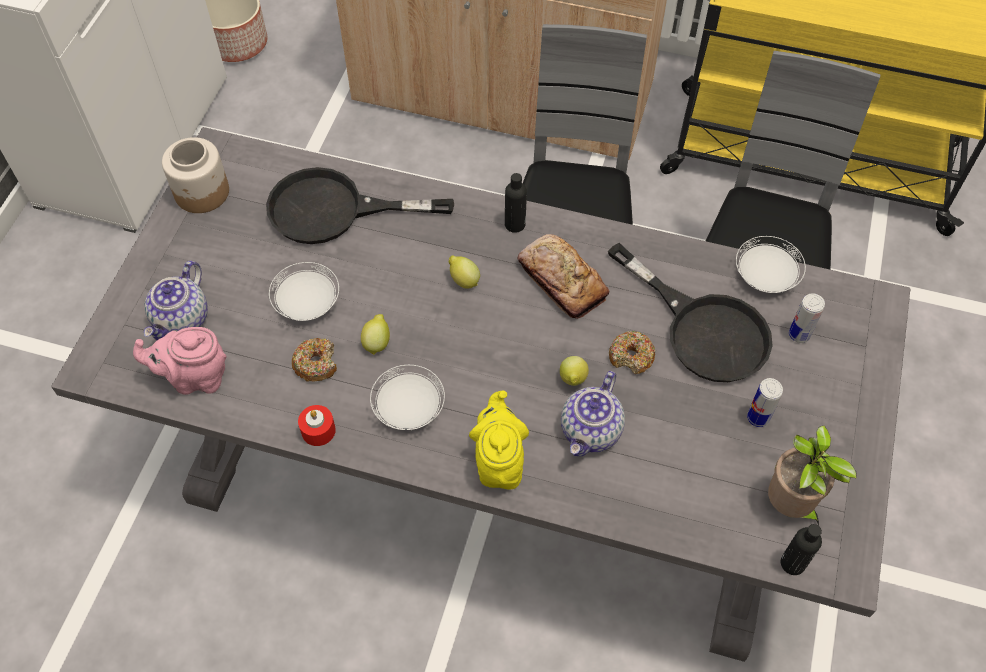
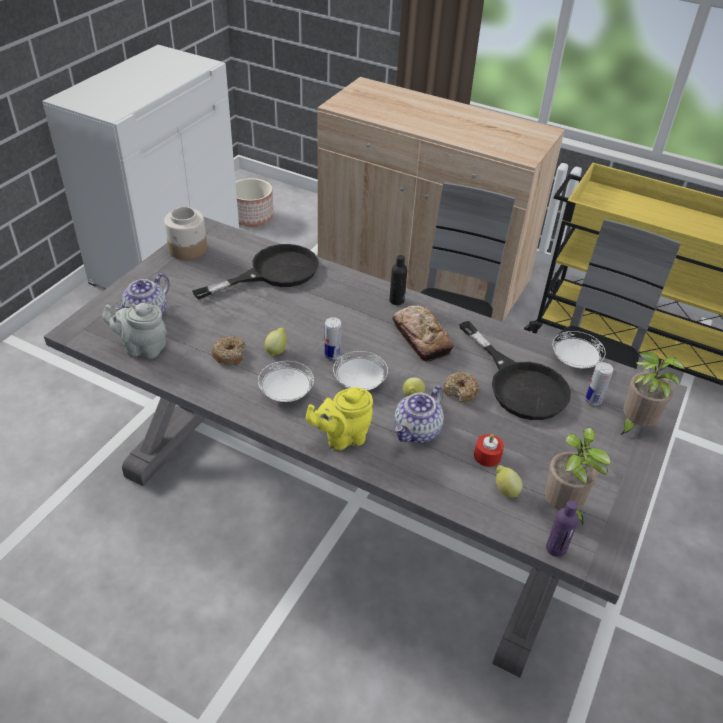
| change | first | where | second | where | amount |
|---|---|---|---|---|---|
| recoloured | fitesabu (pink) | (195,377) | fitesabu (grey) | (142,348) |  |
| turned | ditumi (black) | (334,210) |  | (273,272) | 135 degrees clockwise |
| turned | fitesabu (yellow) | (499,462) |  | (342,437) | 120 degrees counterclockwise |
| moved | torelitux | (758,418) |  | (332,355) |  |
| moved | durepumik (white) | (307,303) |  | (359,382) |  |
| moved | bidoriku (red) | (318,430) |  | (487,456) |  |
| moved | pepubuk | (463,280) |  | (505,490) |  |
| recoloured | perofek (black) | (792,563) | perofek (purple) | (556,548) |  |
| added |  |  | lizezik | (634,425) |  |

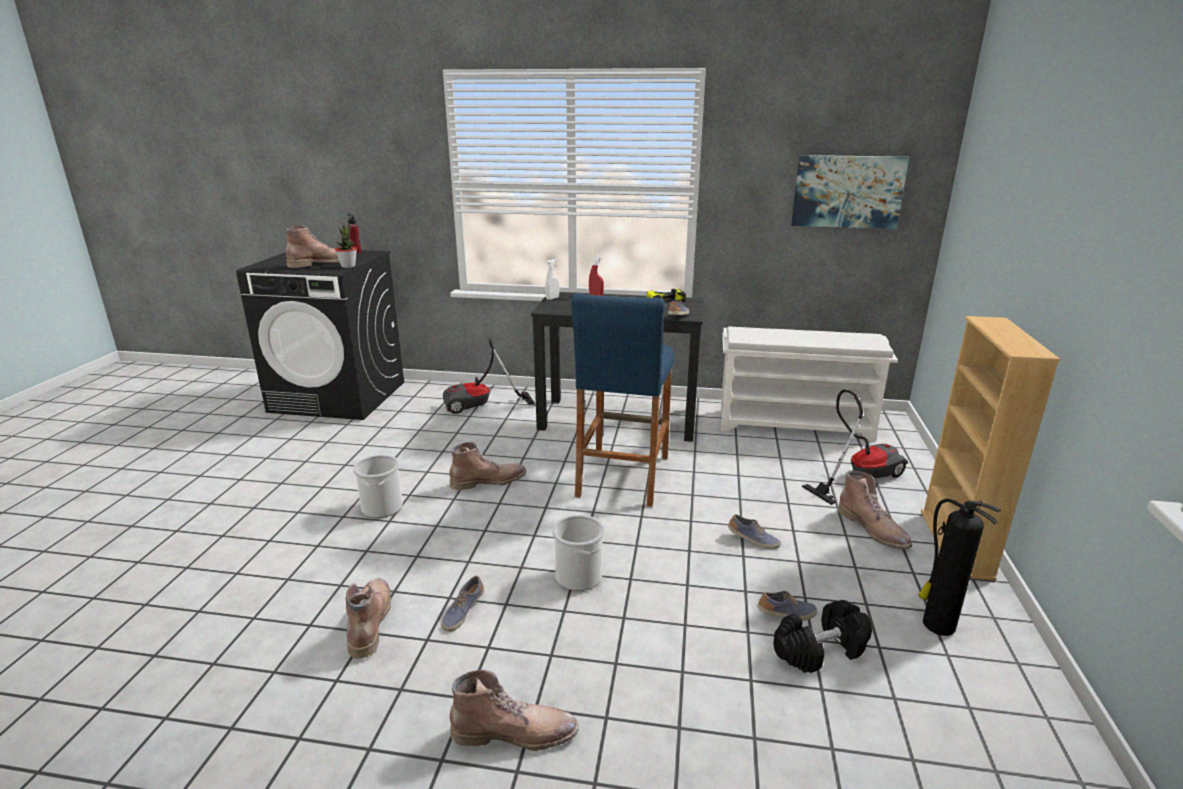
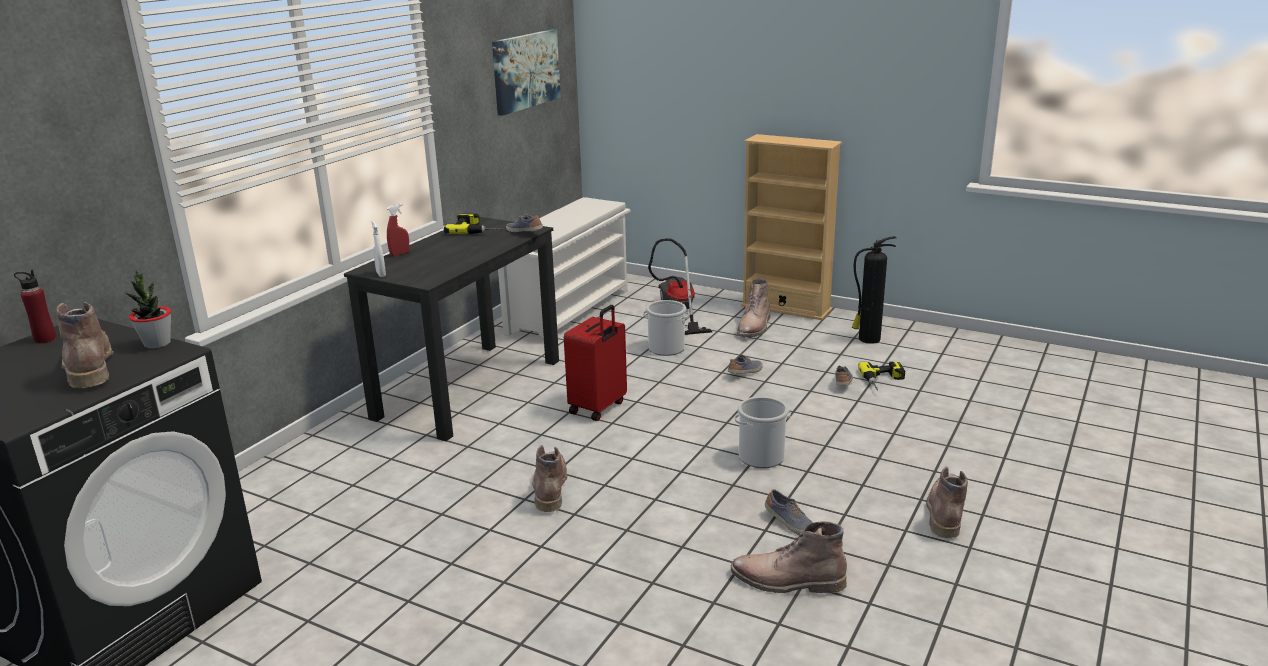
| change | first | where | second | where | amount |
|---|---|---|---|---|---|
| replaced | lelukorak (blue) | (622,475) | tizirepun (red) | (598,408) |  |
| moved | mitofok | (382,508) |  | (667,348) |  |
| turned | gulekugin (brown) | (874,529) |  | (754,327) | 120 degrees clockwise |
| replaced | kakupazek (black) | (820,651) | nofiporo | (884,381) |  |
| removed | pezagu | (481,406) |  |  |  |

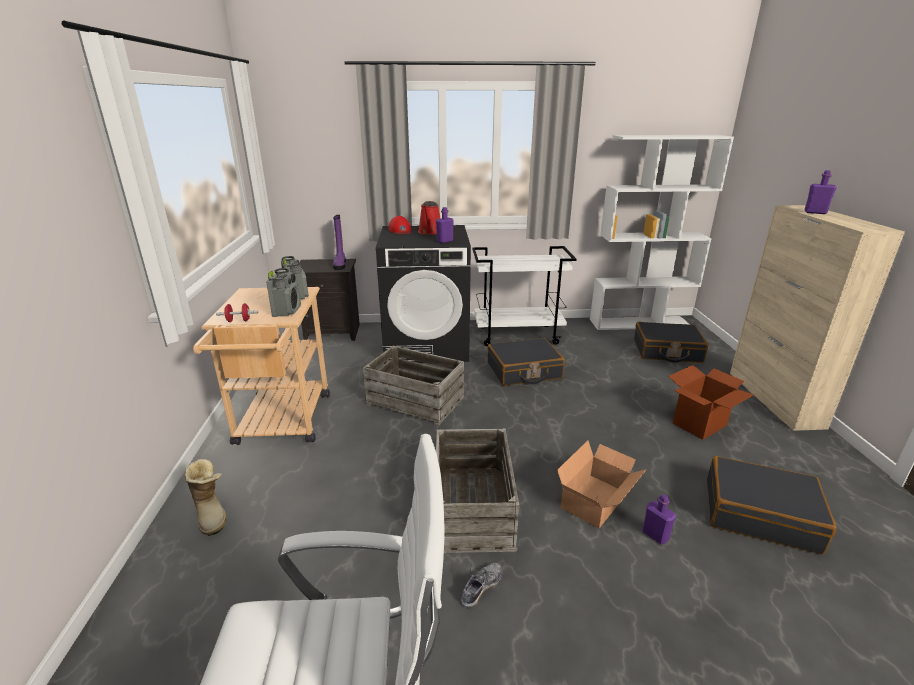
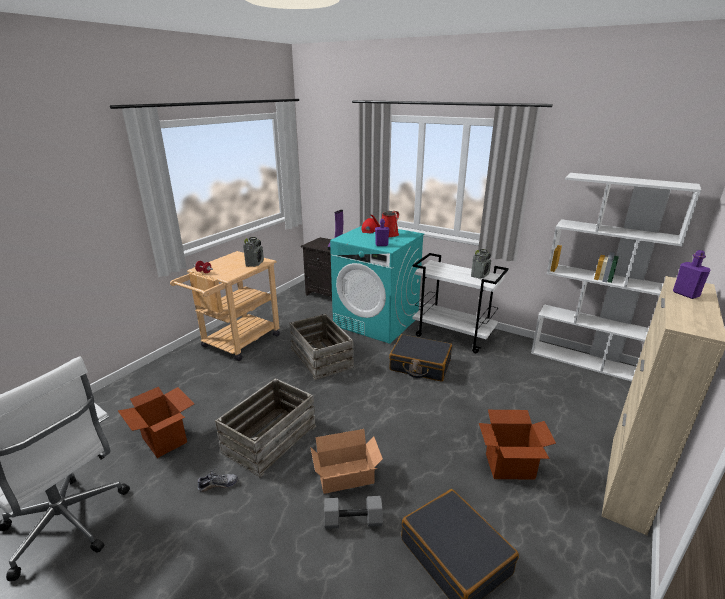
| change | first | where | second | where | amount |
|---|---|---|---|---|---|
| added |  |  | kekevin | (165,440) |  |
| replaced | perofek (purple) | (655,535) | kakupazek (grey) | (353,520) |  |
| recoloured | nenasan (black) | (427,345) | nenasan (turquoise) | (376,321) |  |
| moved | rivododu | (287,311) |  | (480,275) |  |
| removed | gulekugin | (212,513) |  |  |  |
| removed | tizirepun (black) | (667,351) |  |  |  |

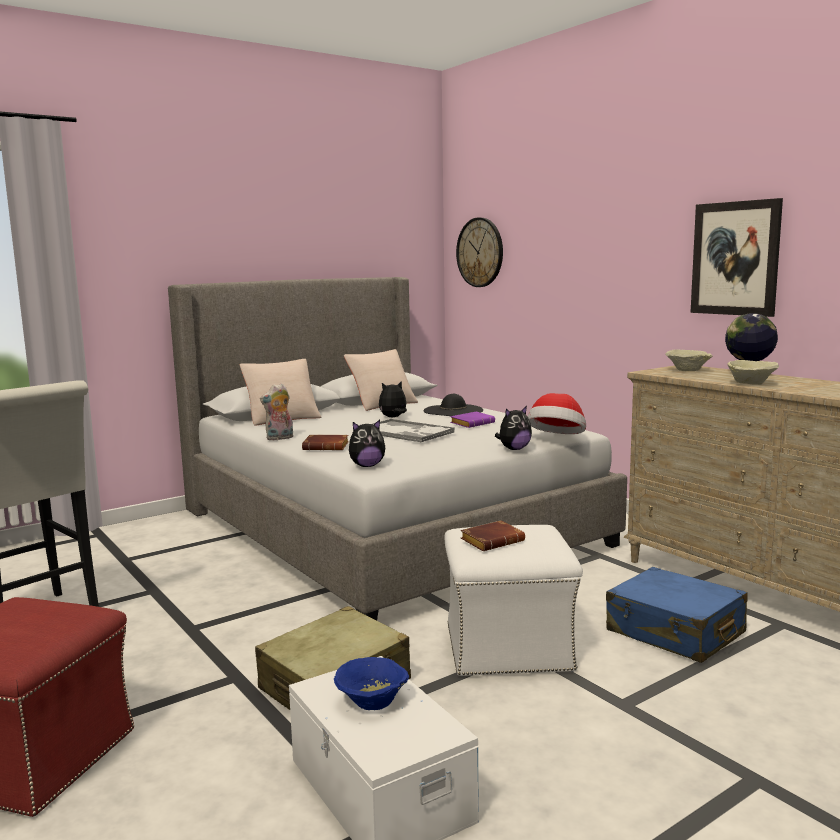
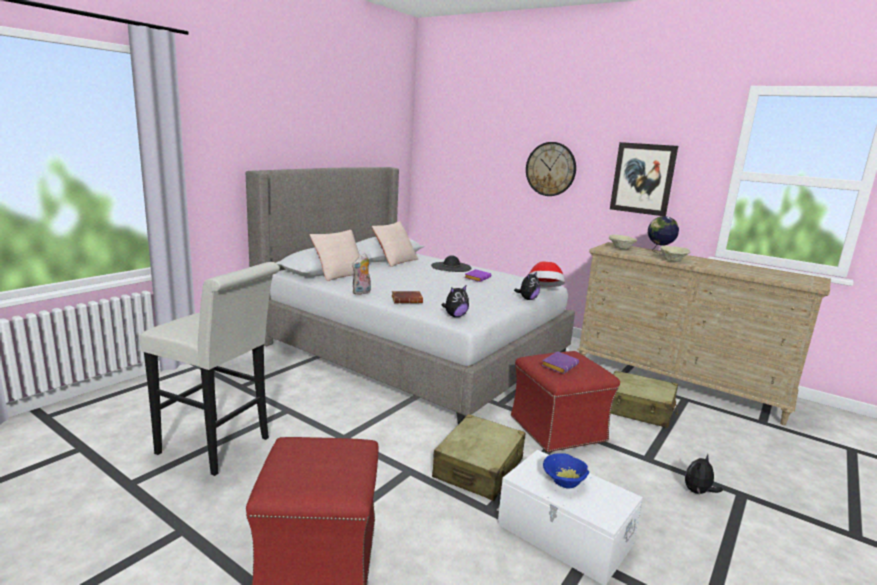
| change | first | where | second | where | amount |
|---|---|---|---|---|---|
| recoloured | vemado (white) | (510,646) | vemado (red) | (558,428) |  |
| moved | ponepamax | (480,252) |  | (550,169) |  |
| recoloured | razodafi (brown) | (492,541) | razodafi (purple) | (559,365) |  |
| recoloured | tizirepun (blue) | (675,632) | tizirepun (beige) | (638,410) |  |
| moved | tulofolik | (393,417) |  | (698,492) |  |
| removed | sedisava | (406,432) |  |  |  |

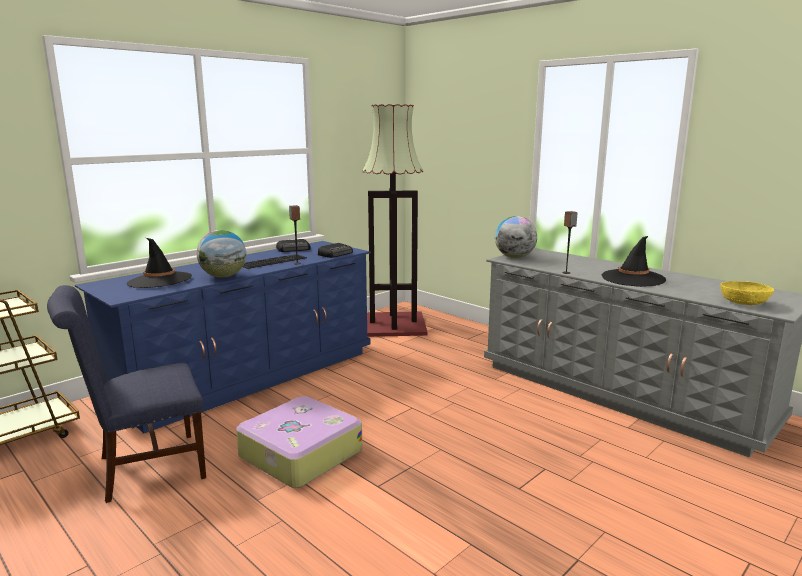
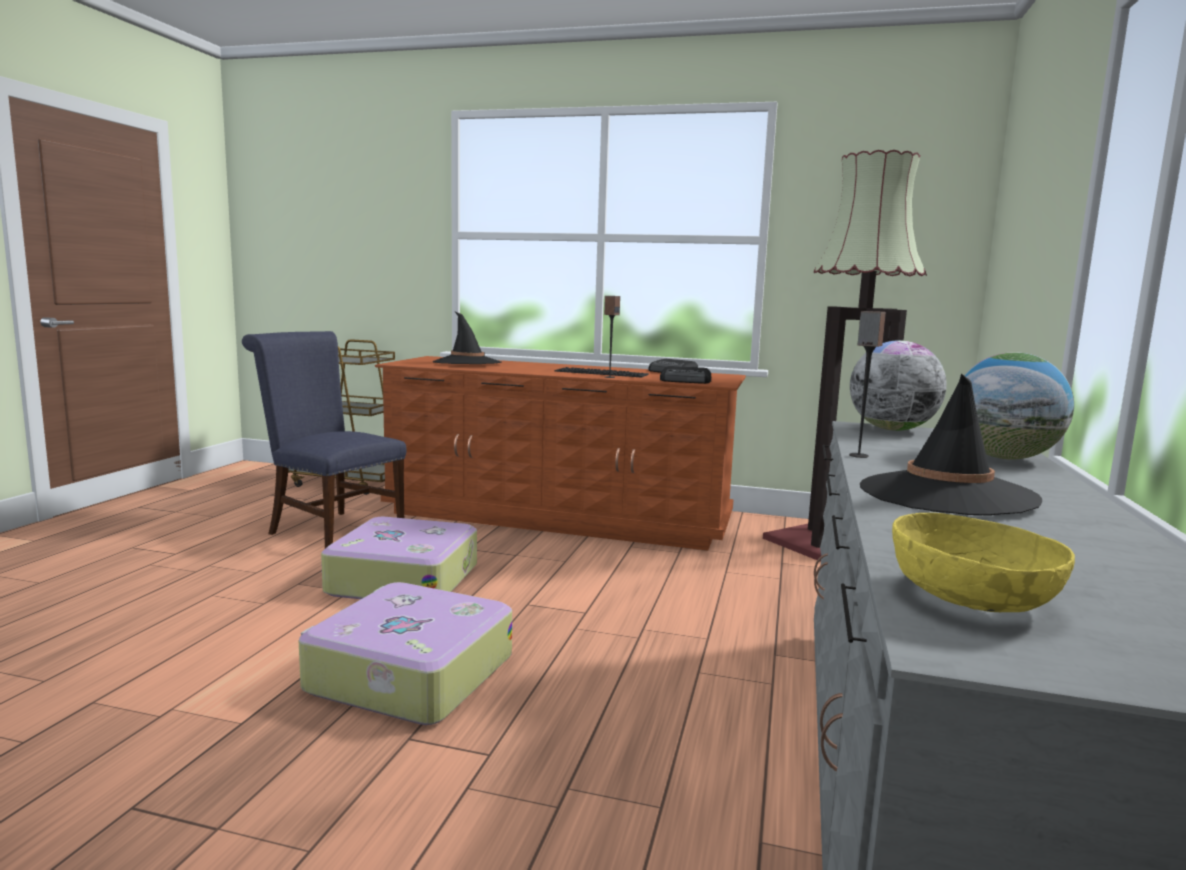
| change | first | where | second | where | amount |
|---|---|---|---|---|---|
| added |  |  | tizirepun | (408,674) |  |
| recoloured | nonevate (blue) | (248,376) | nonevate (brown) | (558,516) |  |
| moved | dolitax | (223,276) |  | (1004,458) |  |

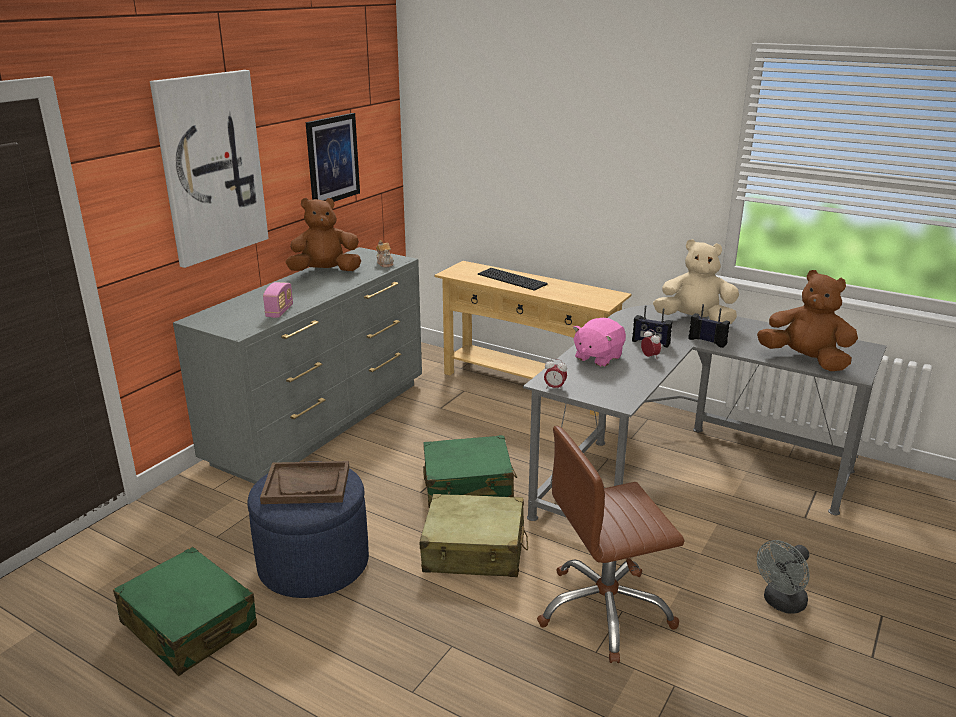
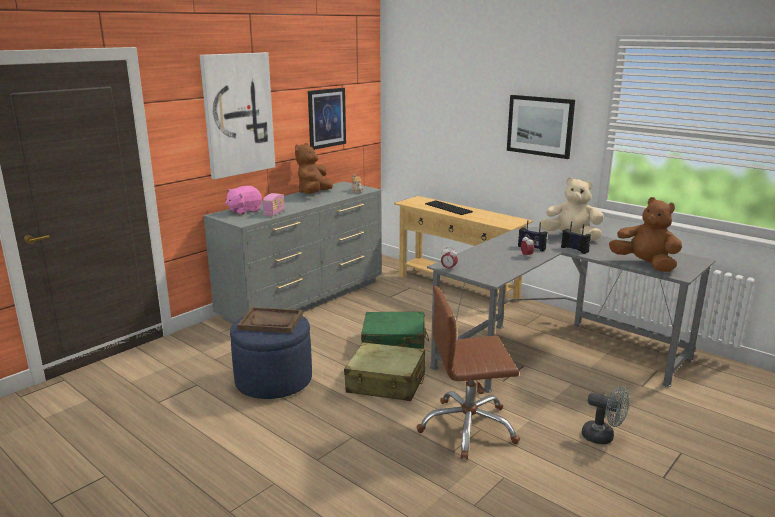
| change | first | where | second | where | amount |
|---|---|---|---|---|---|
| moved | tulofolik (pink) | (597,357) |  | (244,211) |  |
| turned | tulofolik (brown) | (325,272) |  | (314,193) | 60 degrees counterclockwise |
| added |  |  | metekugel | (540,126) |  |
| turned | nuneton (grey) | (781,603) |  | (603,437) | 120 degrees counterclockwise |
| removed | tizirepun (green) | (189,625) |  |  |  |

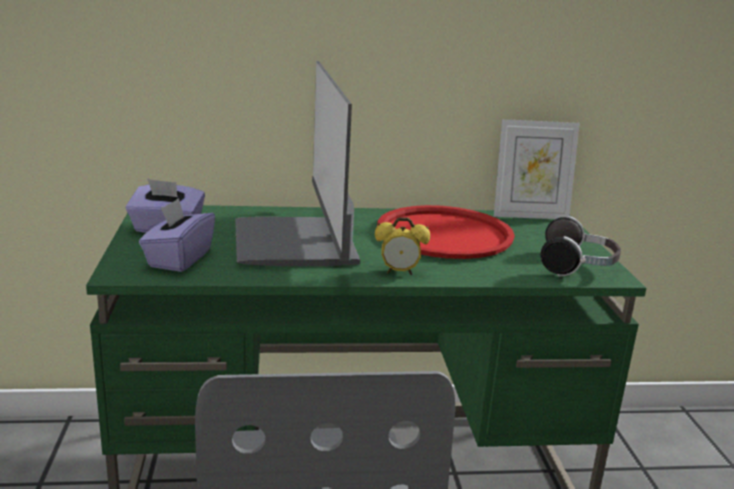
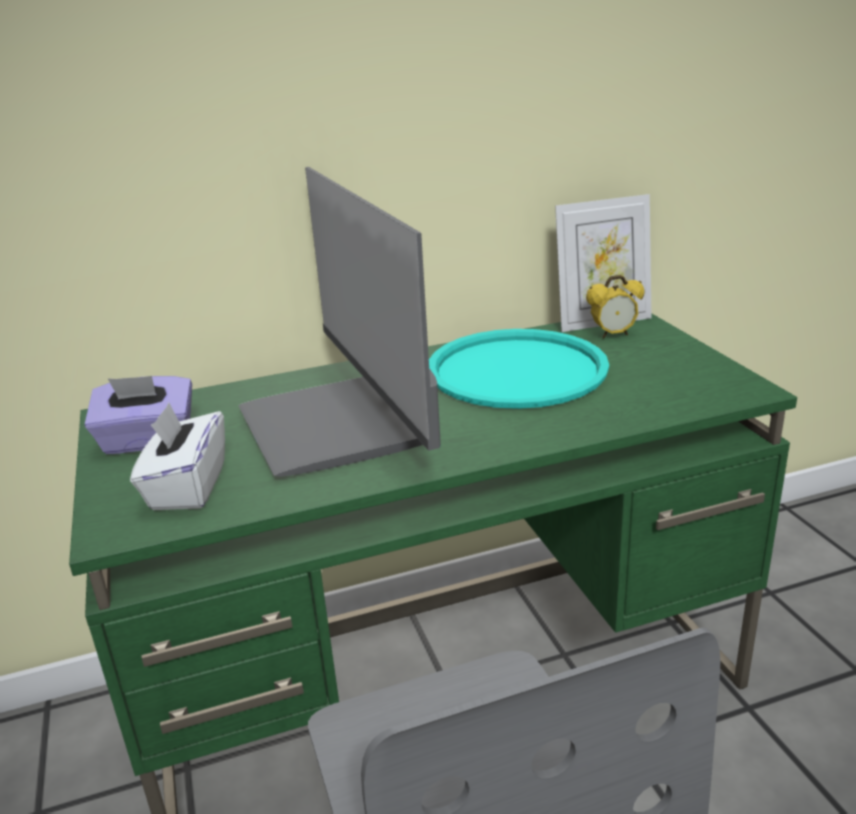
| change | first | where | second | where | amount |
|---|---|---|---|---|---|
| recoloured | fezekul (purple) | (179,259) | fezekul (white) | (187,487) |  |
| recoloured | sedisava (red) | (444,234) | sedisava (turquoise) | (517,370) |  |
| moved | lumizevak | (399,272) |  | (613,335) |  |
| removed | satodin | (577,266) |  |  |  |

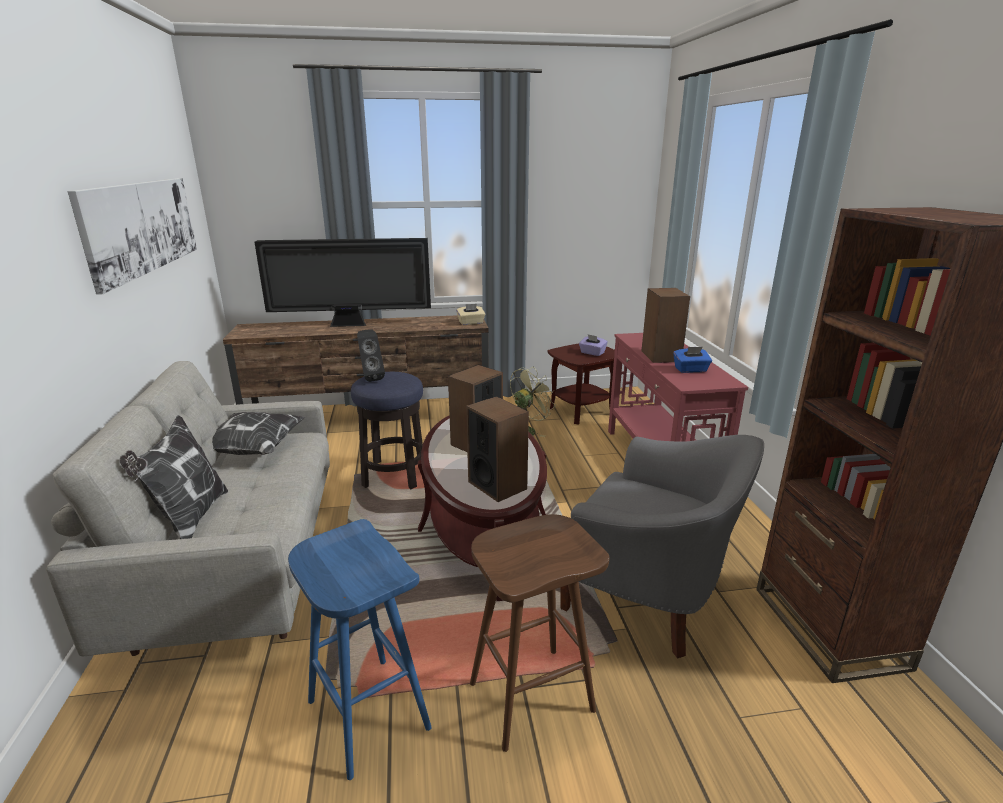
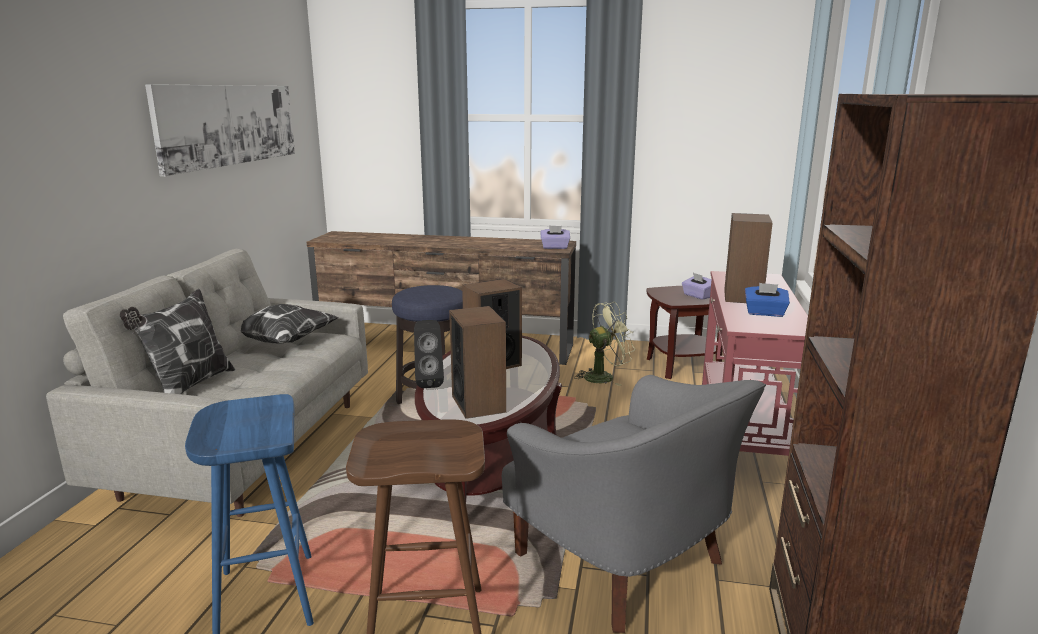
| change | first | where | second | where | amount |
|---|---|---|---|---|---|
| moved | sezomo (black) | (370,378) |  | (429,383) |  |
| recoloured | fezekul (beige) | (471,323) | fezekul (purple) | (555,247) |  |
| removed | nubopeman | (351,324) |  |  |  |

